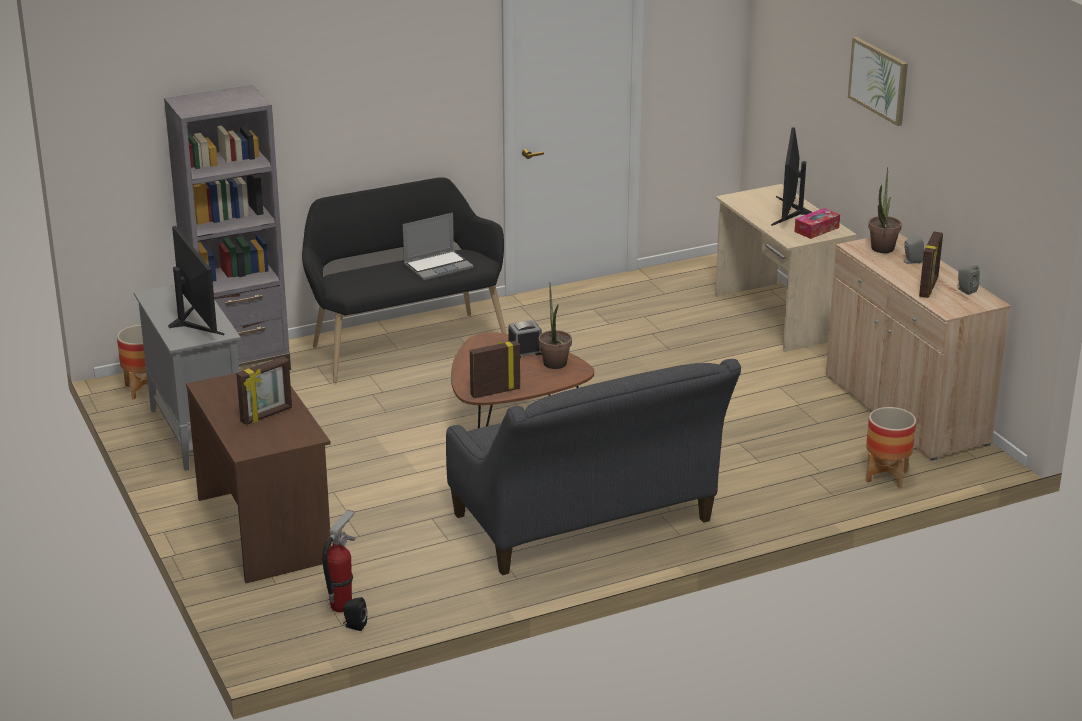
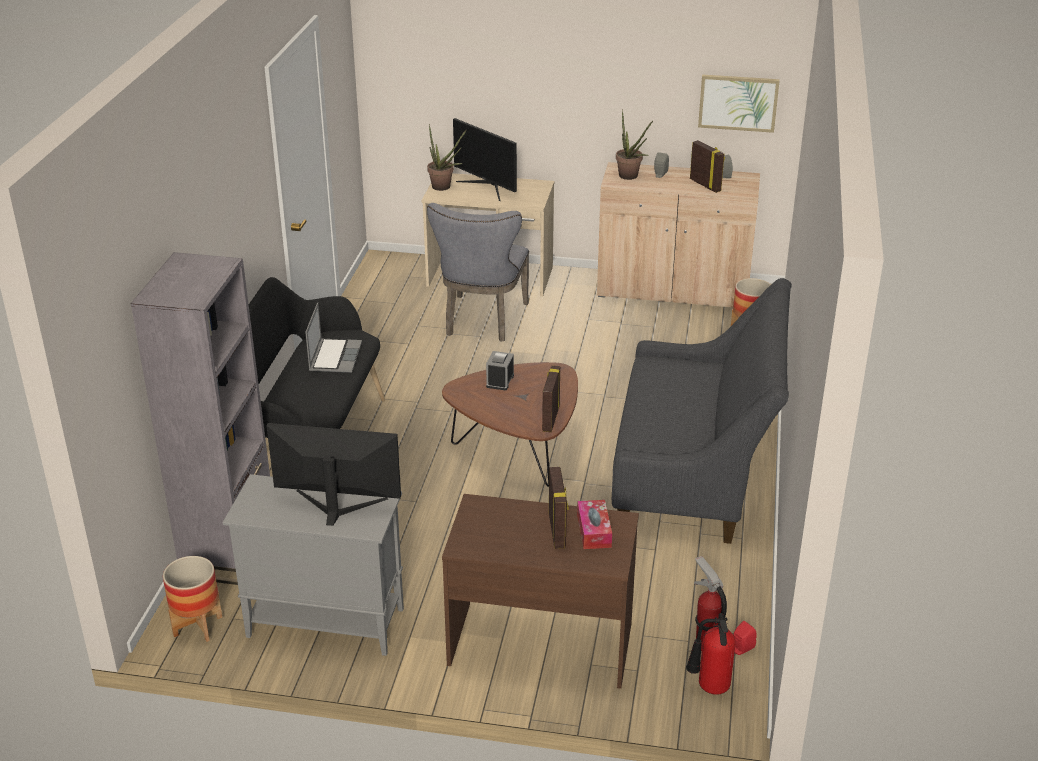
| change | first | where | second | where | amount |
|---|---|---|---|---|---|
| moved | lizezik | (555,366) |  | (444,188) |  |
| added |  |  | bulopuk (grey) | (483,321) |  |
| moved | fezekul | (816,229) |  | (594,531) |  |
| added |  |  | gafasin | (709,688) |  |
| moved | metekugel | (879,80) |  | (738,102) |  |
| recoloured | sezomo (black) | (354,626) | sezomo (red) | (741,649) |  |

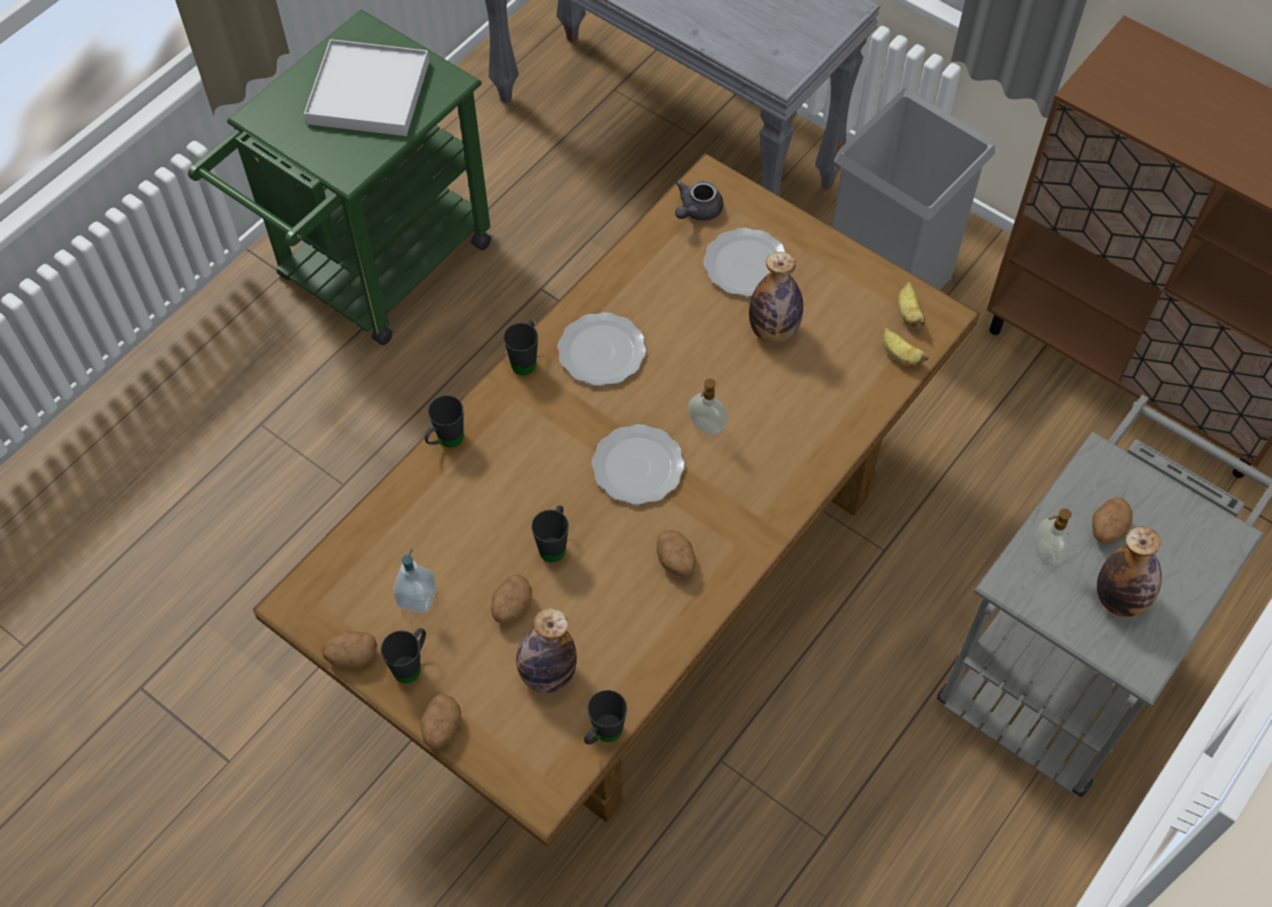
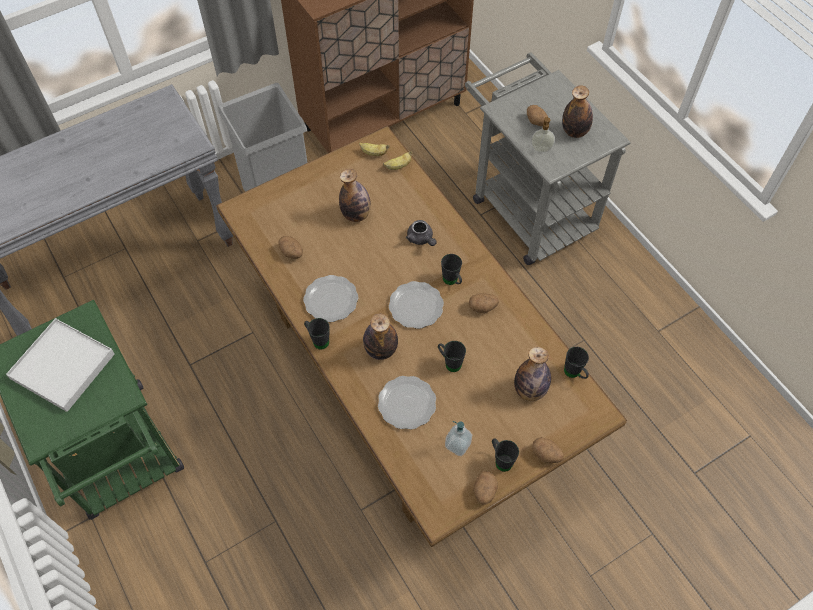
| change | first | where | second | where | amount |
|---|---|---|---|---|---|
| moved | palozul | (511,607) |  | (292,253) |  |
| added |  |  | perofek | (381,350) |  |
| moved | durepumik | (746,266) |  | (408,404) |  |
| moved | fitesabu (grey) | (697,211) |  | (421,239) |  |
| moved | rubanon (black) | (446,441) |  | (452,281) |  |
| removed | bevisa | (706,427) |  |  |  |

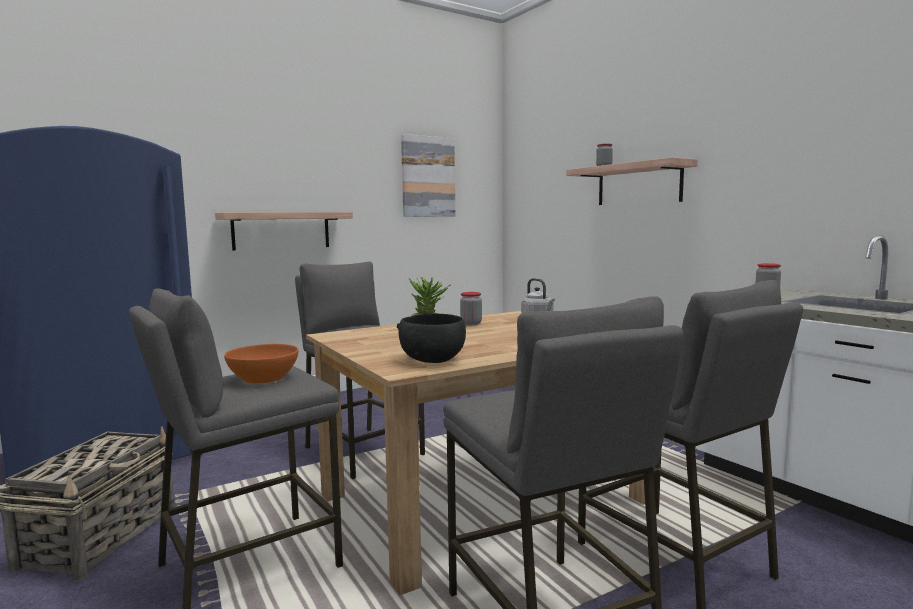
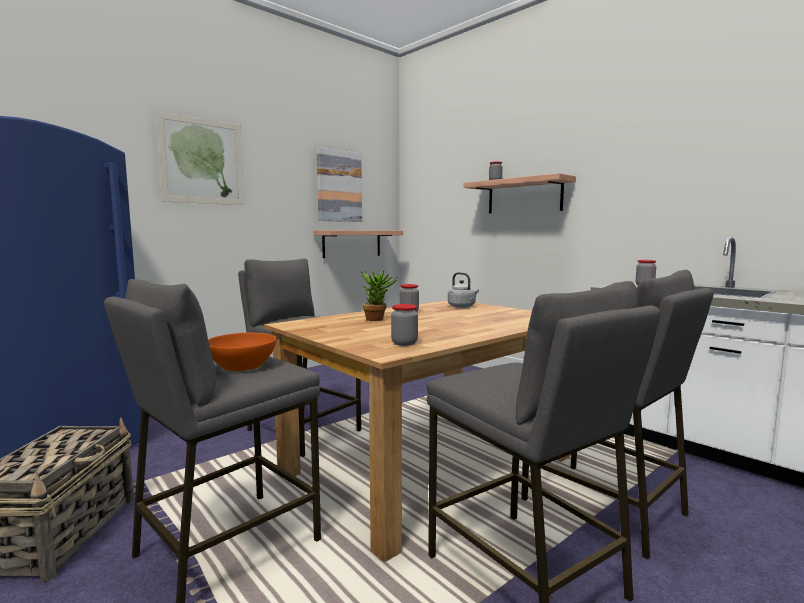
| change | first | where | second | where | amount |
|---|---|---|---|---|---|
| added |  |  | metekugel | (202,161) |  |
| moved | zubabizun | (281,230) |  | (352,243) |  |
| replaced | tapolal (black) | (432,359) | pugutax | (404,343) |  |

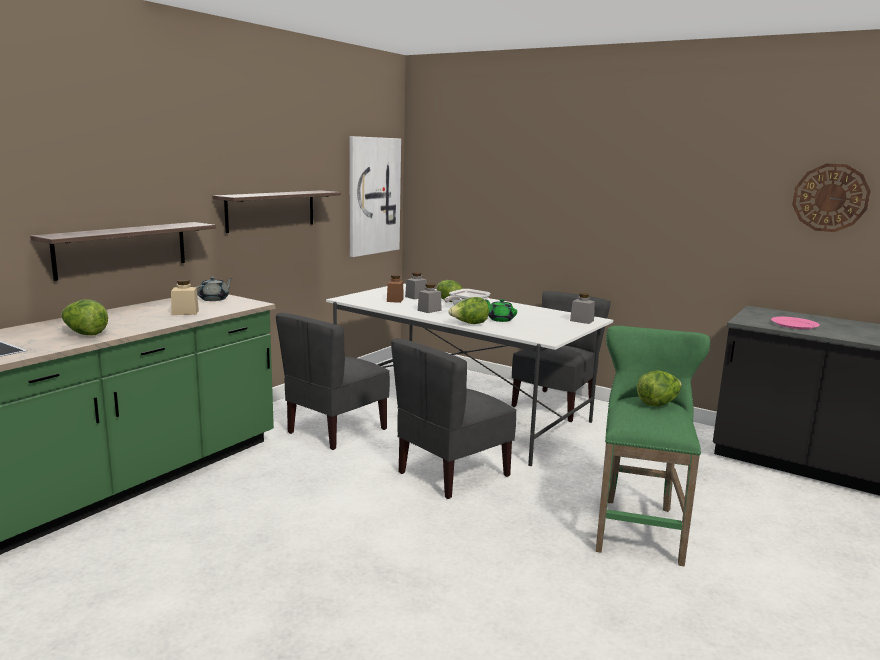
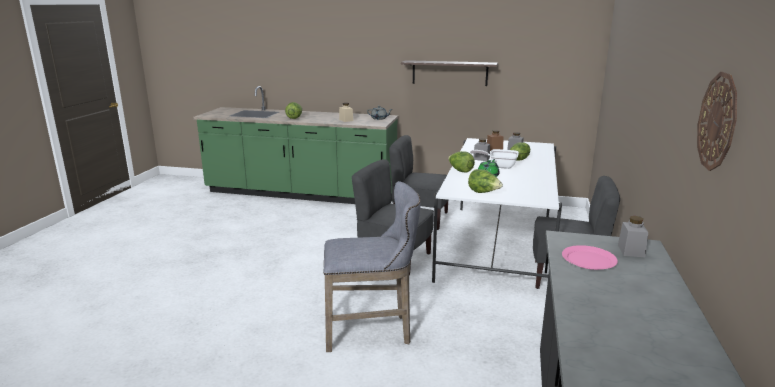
| change | first | where | second | where | amount |
|---|---|---|---|---|---|
| recoloured | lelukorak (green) | (638,526) | lelukorak (grey) | (372,331) |  |
| moved | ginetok | (658,403) |  | (483,192) |  |
| moved | pugutax (grey) | (582,321) |  | (631,251) |  |
| removed | zubabizun | (122,249) |  |  |  |
| removed | metekugel | (373,196) |  |  |  |

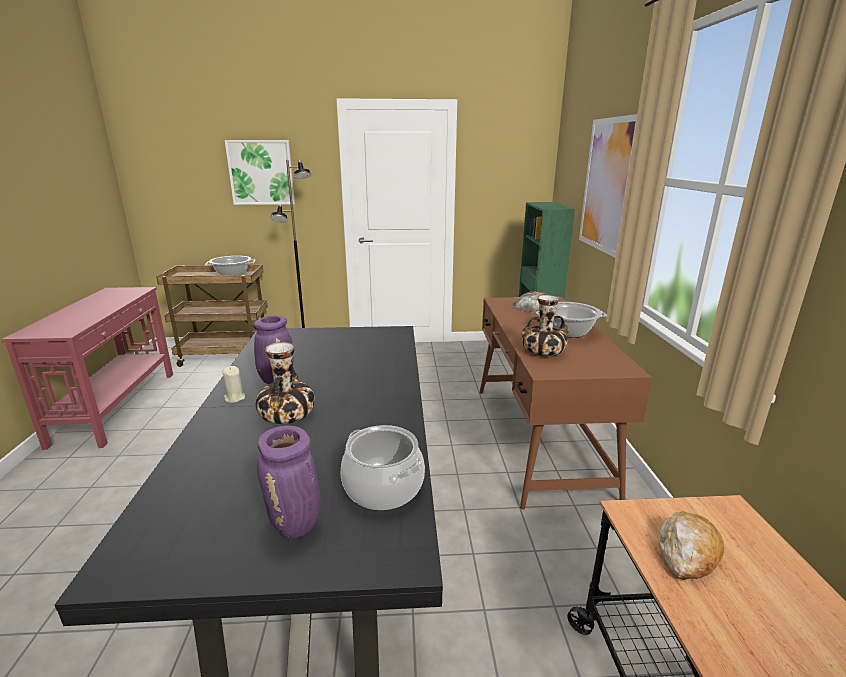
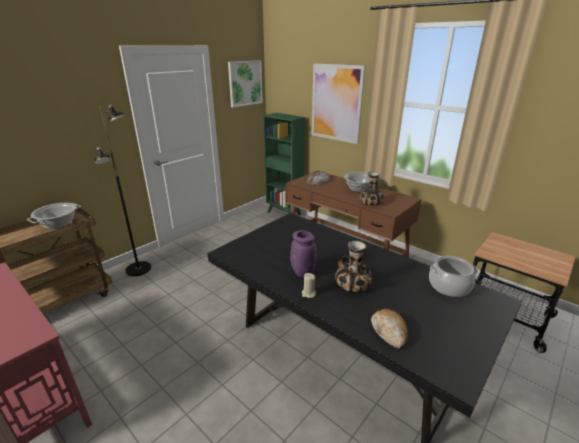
| change | first | where | second | where | amount |
|---|---|---|---|---|---|
| moved | metekugel | (261,172) |  | (245,83) |  |
| moved | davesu | (688,553) |  | (389,331) |  |
| removed | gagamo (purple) | (296,526) |  |  |  |

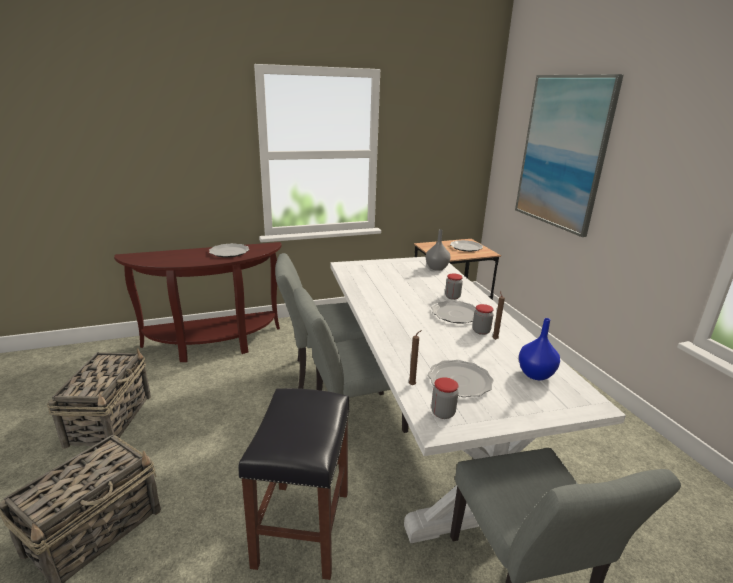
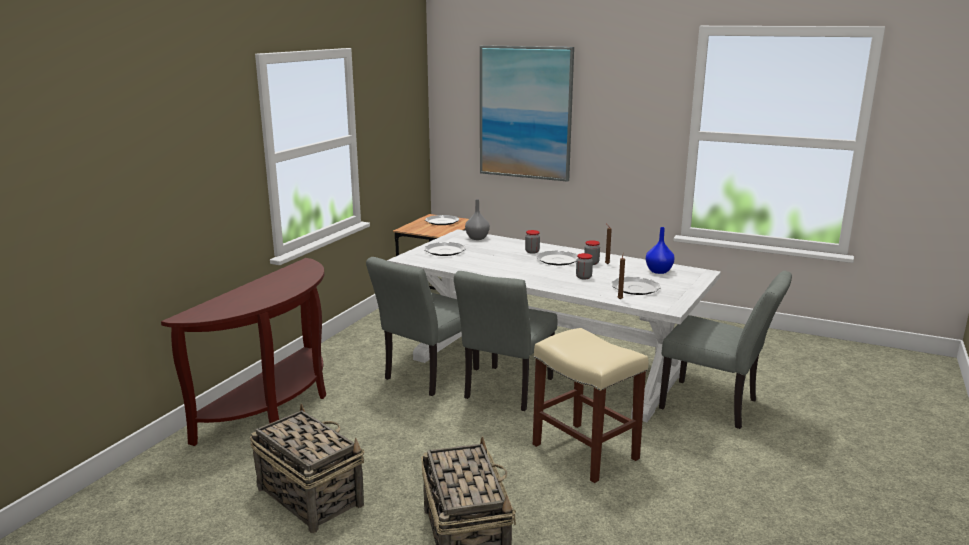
| change | first | where | second | where | amount |
|---|---|---|---|---|---|
| moved | durepumik | (229,252) |  | (444,251) |  |
| recoloured | lelukorak (black) | (303,529) | lelukorak (beige) | (586,452) |  |
| moved | pugutax | (443,413) |  | (583,277) |  |

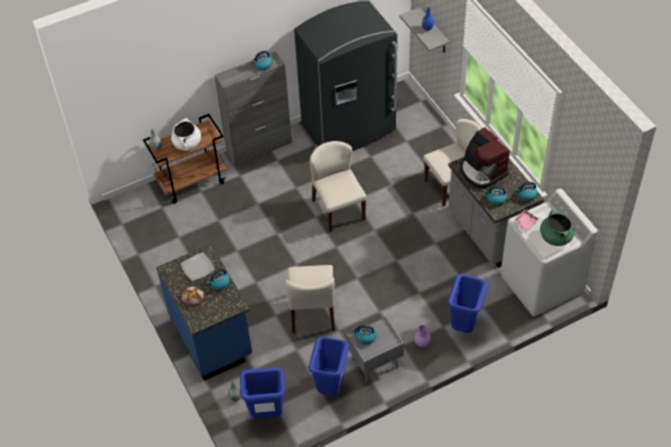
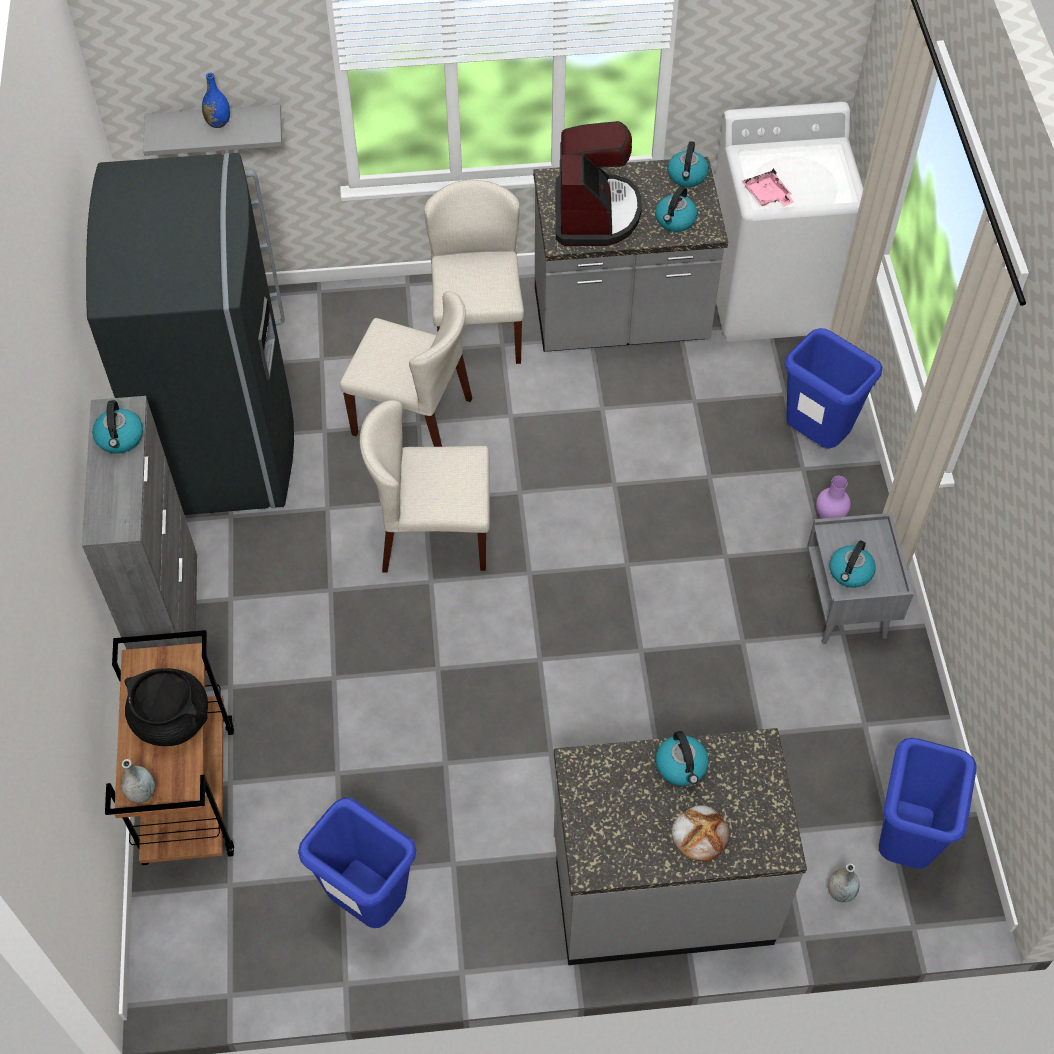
| change | first | where | second | where | amount |
|---|---|---|---|---|---|
| recoloured | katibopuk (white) | (187,144) | katibopuk (black) | (172,719) |  |
| moved | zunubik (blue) | (330,387) |  | (368,902) |  |
| moved | bulopuk (beige) | (313,312) |  | (413,417) |  |
| recoloured | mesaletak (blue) | (212,336) | mesaletak (grey) | (661,889) |  |
| turned | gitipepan | (482,171) |  | (595,214) | 75 degrees counterclockwise |
| removed | durepumik | (197,267) |  |  |  |
| removed | katibopuk (green) | (555,237) |  |  |  |

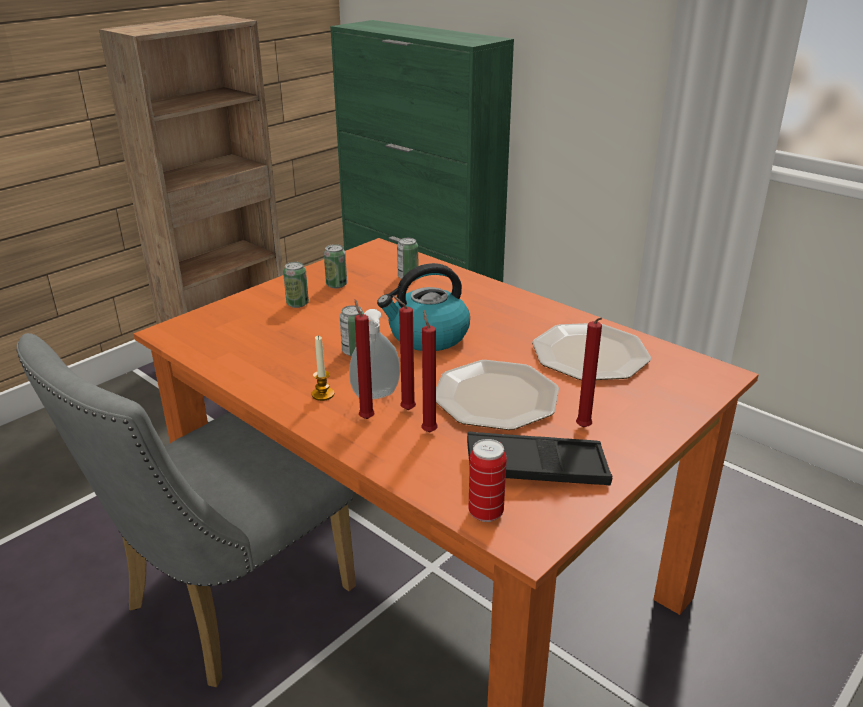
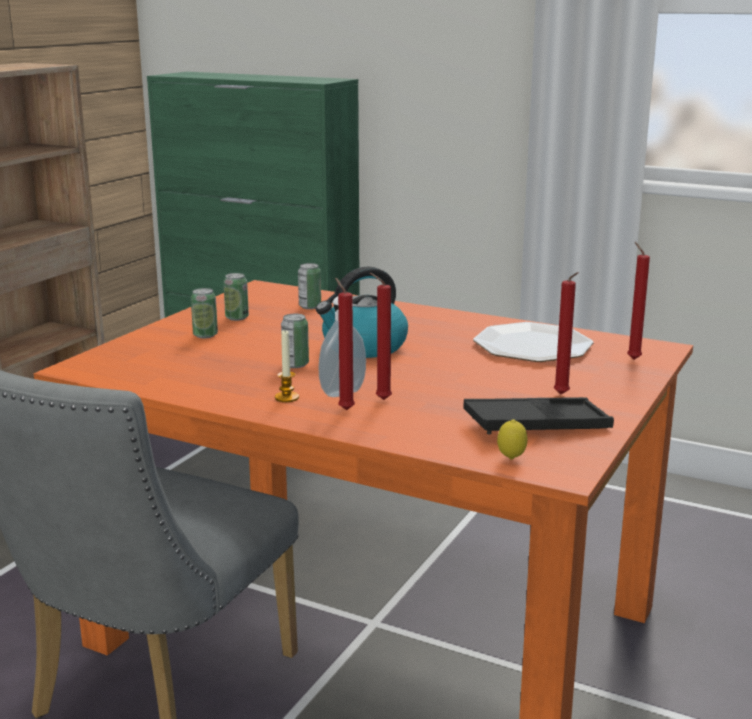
| change | first | where | second | where | amount |
|---|---|---|---|---|---|
| replaced | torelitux | (485,513) | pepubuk | (511,459) |  |
| moved | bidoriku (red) | (428,430) |  | (632,359) |  |
| removed | durepumik | (495,396) |  |  |  |

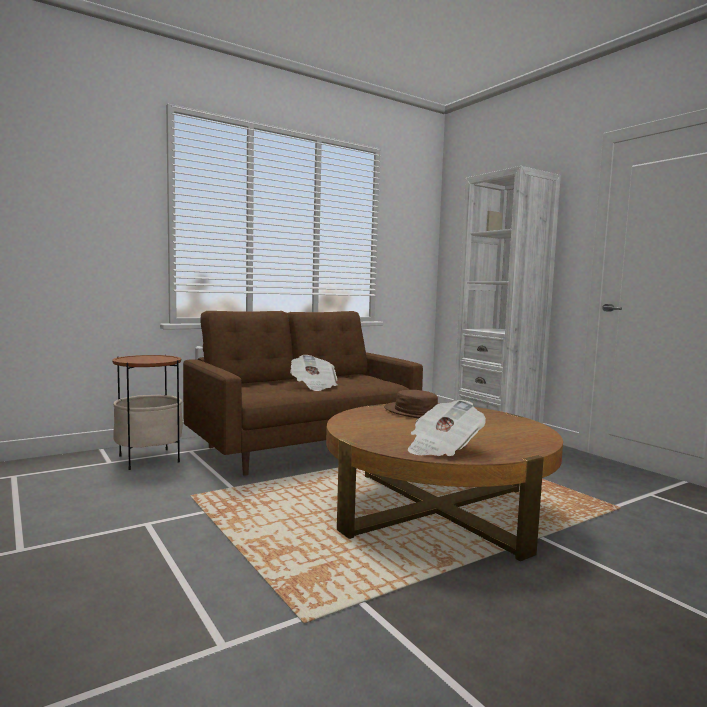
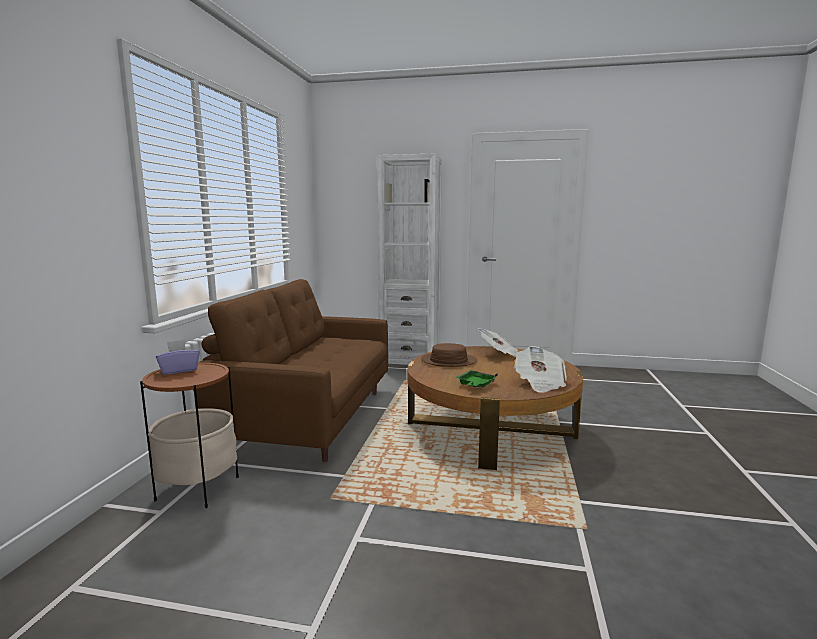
| change | first | where | second | where | amount |
|---|---|---|---|---|---|
| added |  |  | fezekul (purple) | (179,370) |  |
| added |  |  | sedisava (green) | (475,385) |  |
| moved | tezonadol | (313,386) |  | (500,355) |  |

